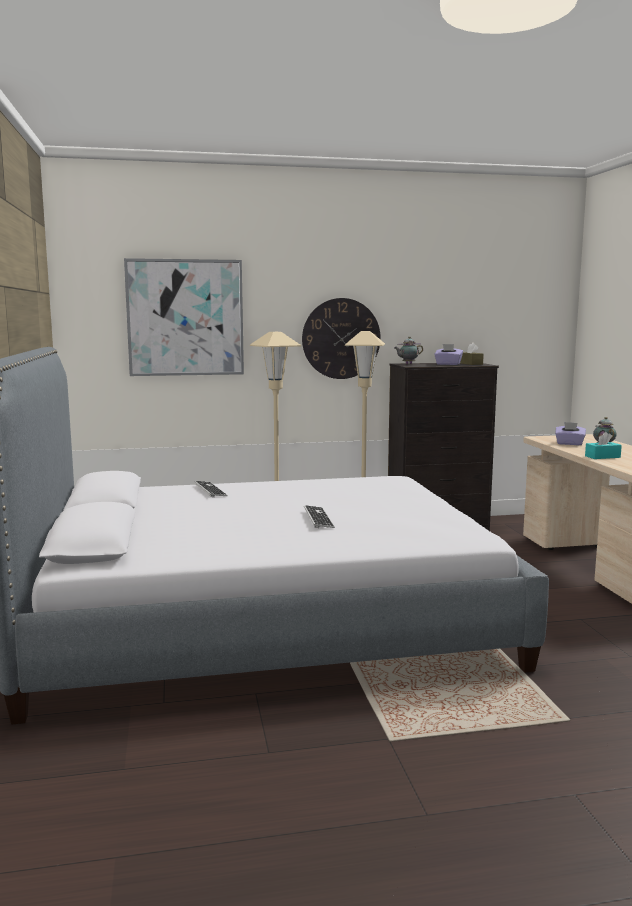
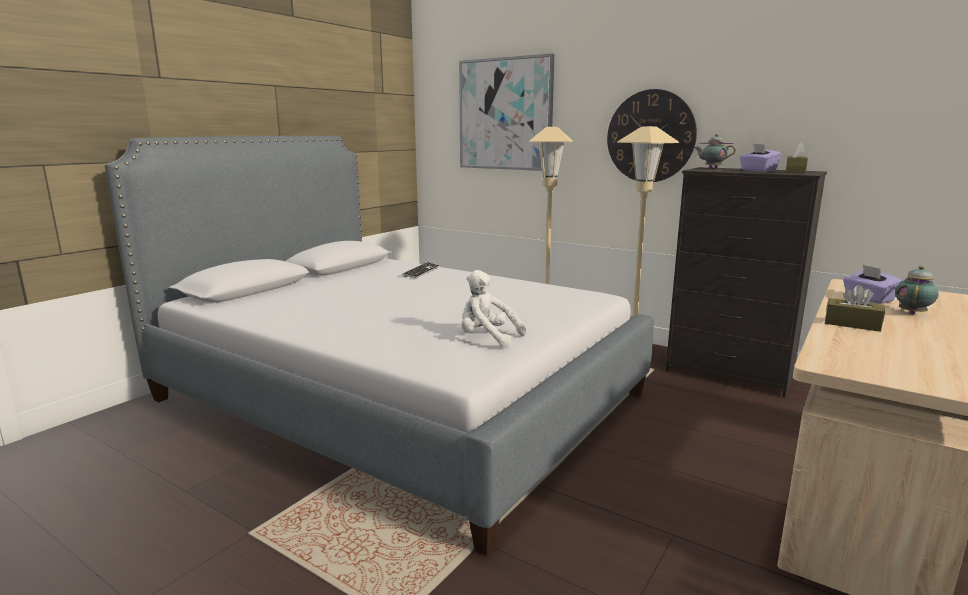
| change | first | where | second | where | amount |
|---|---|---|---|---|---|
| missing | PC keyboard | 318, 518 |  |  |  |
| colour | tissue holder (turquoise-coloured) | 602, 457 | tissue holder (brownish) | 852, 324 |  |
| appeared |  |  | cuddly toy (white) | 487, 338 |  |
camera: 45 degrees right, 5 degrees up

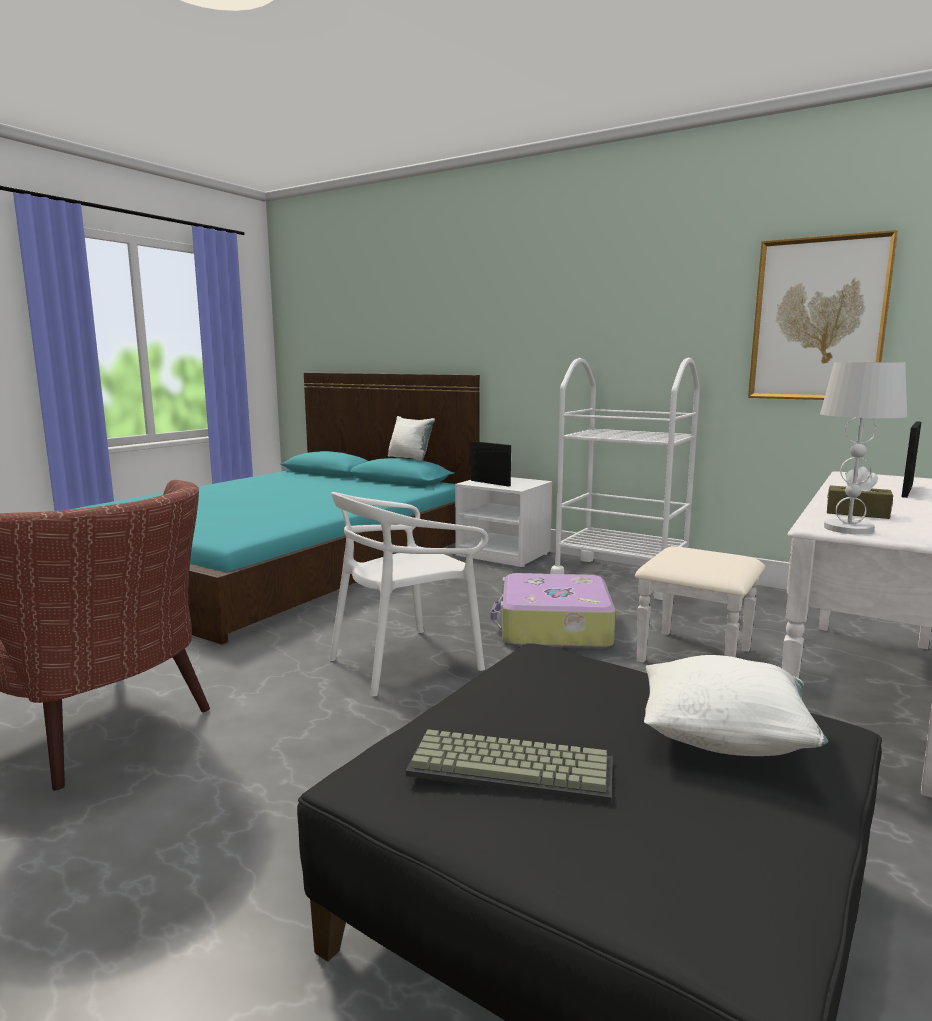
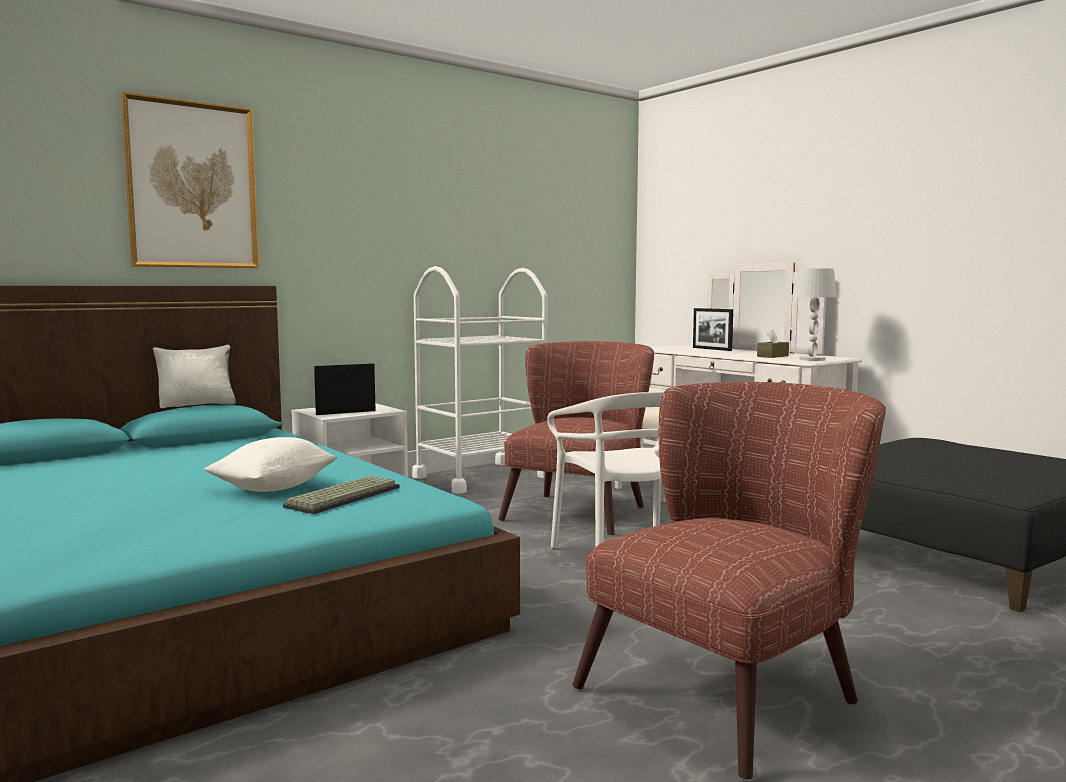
| change | first | where | second | where | amount |
|---|---|---|---|---|---|
| relocated | PC keyboard | 513, 767 |  | 343, 496 |  |
| exchanged | suitcase | 553, 628 | easy chair (brownish) | 581, 510 |  |
| relocated | throw pillow (white) | 724, 739 |  | 273, 488 |  |
| relocated | wall art | 818, 319 |  | 192, 185 |  |
camera: 70 degrees left, 5 degrees down

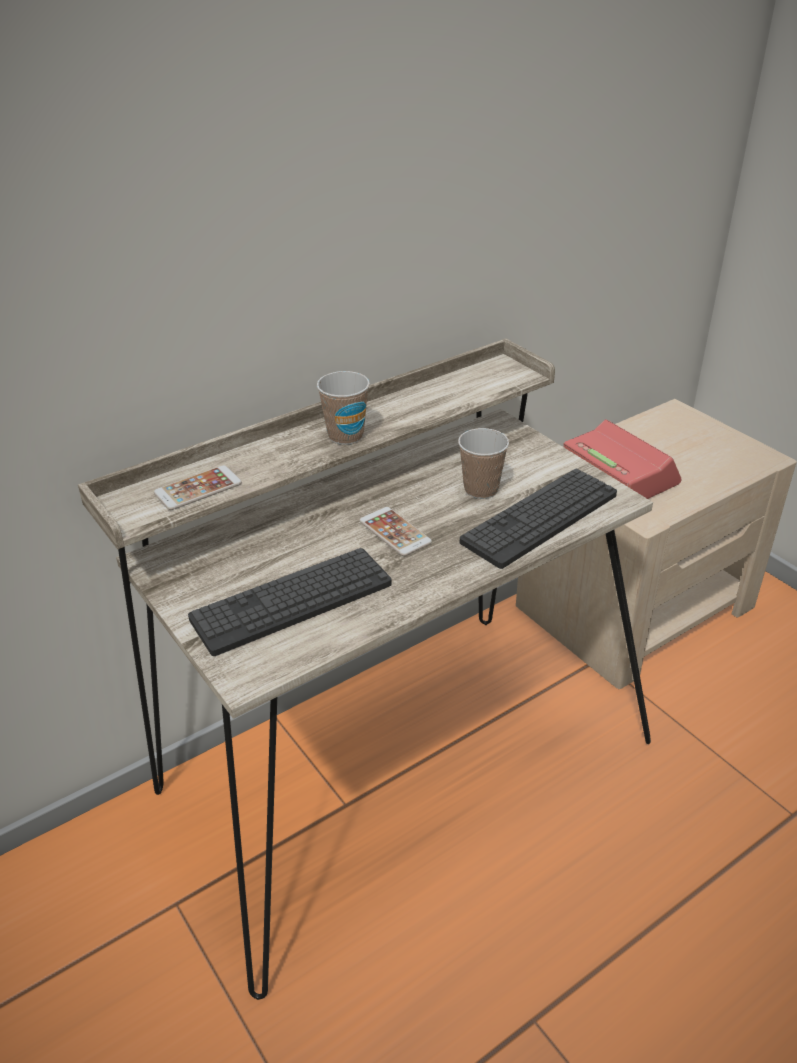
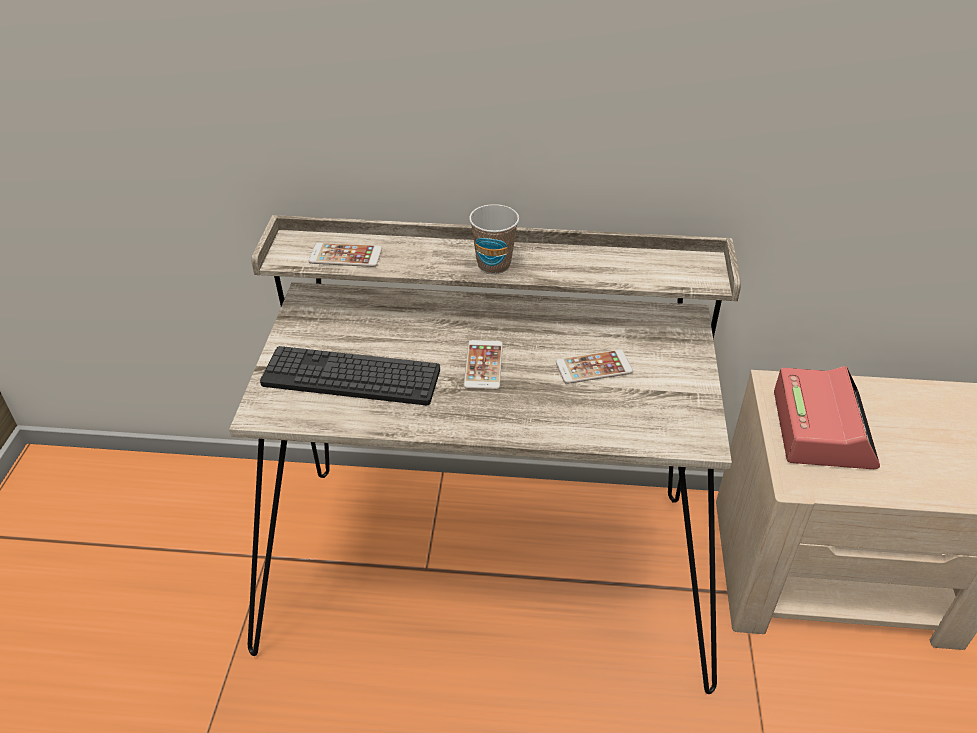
| change | first | where | second | where | amount |
|---|---|---|---|---|---|
| exchanged | small cup | 481, 489 | telephone | 593, 367 |  |
| missing | PC keyboard | 540, 518 |  |  |  |
camera: 40 degrees right, 5 degrees up

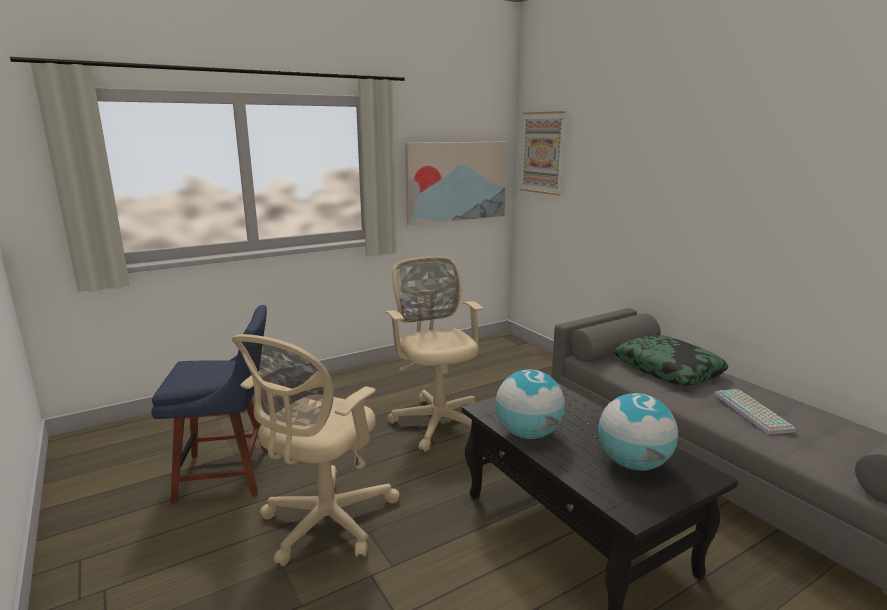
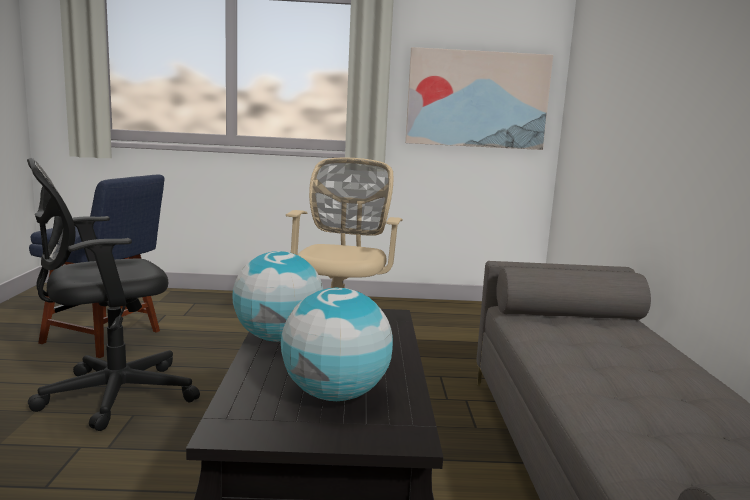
| change | first | where | second | where | amount |
|---|---|---|---|---|---|
| colour | desk chair (sand-coloured) | 324, 524 | desk chair (blackish) | 110, 396 |  |
| missing | wall art | 542, 153 |  |  |  |
| missing | throw pillow | 668, 369 |  |  |  |
| missing | PC keyboard | 754, 412 |  |  |  |
camera: 30 degrees right, 5 degrees down

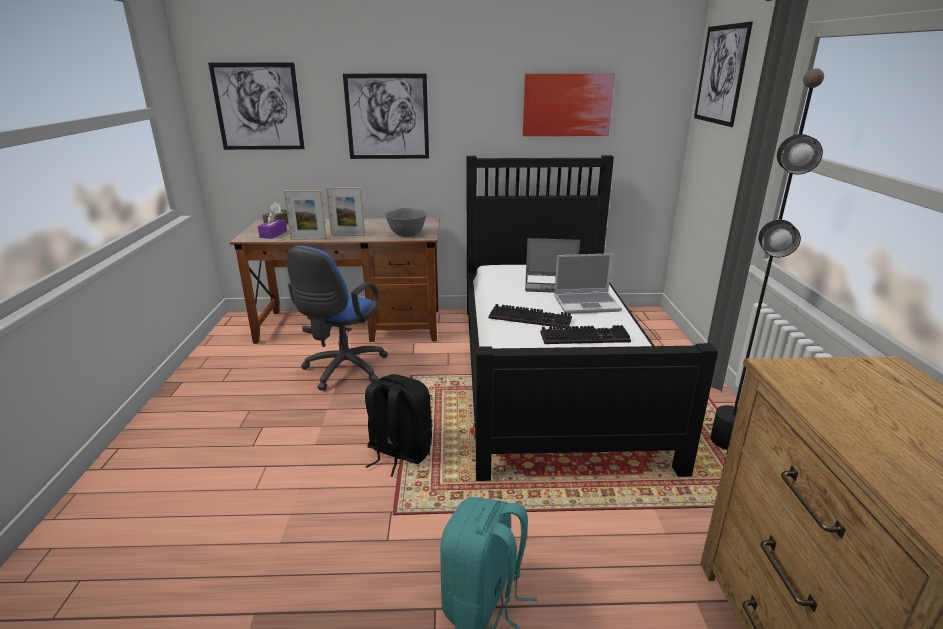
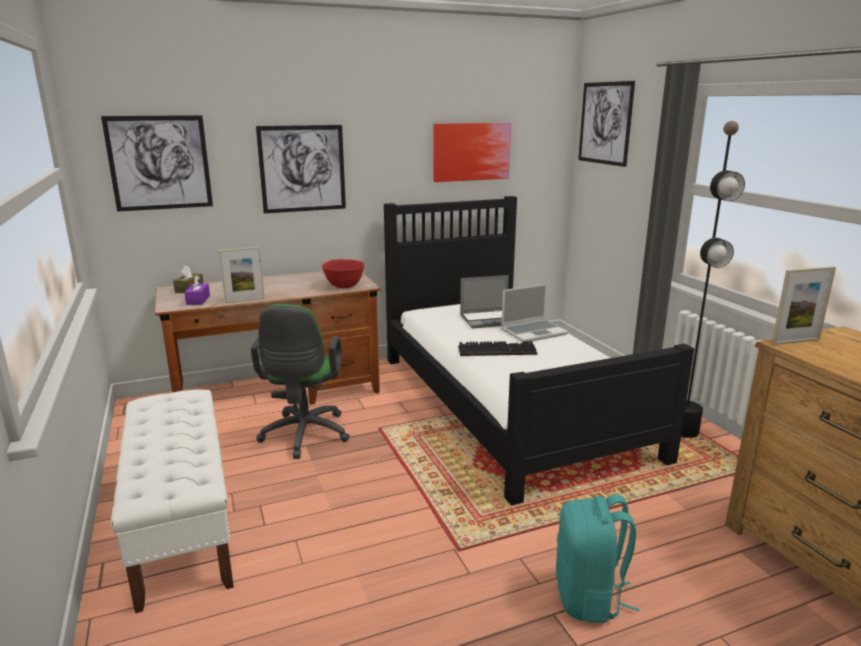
| change | first | where | second | where | amount |
|---|---|---|---|---|---|
| colour | desk chair (blue-coloured) | 342, 371 | desk chair (greenish) | 304, 436 |  |
| relocated | picture frame | 348, 235 |  | 795, 341 |  |
| missing | knapsack (blackish) | 398, 453 |  |  |  |
| colour | deep dish (gray) | 406, 234 | deep dish (red) | 344, 286 |  |
| missing | PC keyboard | 585, 336 |  |  |  |
| appeared |  |  | bench (white) | 182, 524 |  |
camera: 20 degrees left, 5 degrees down

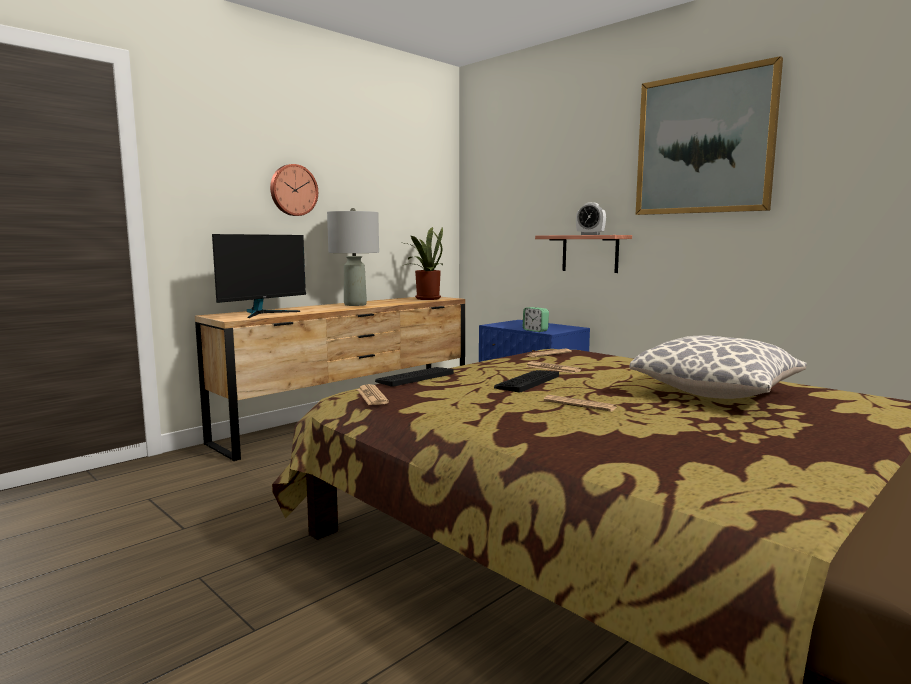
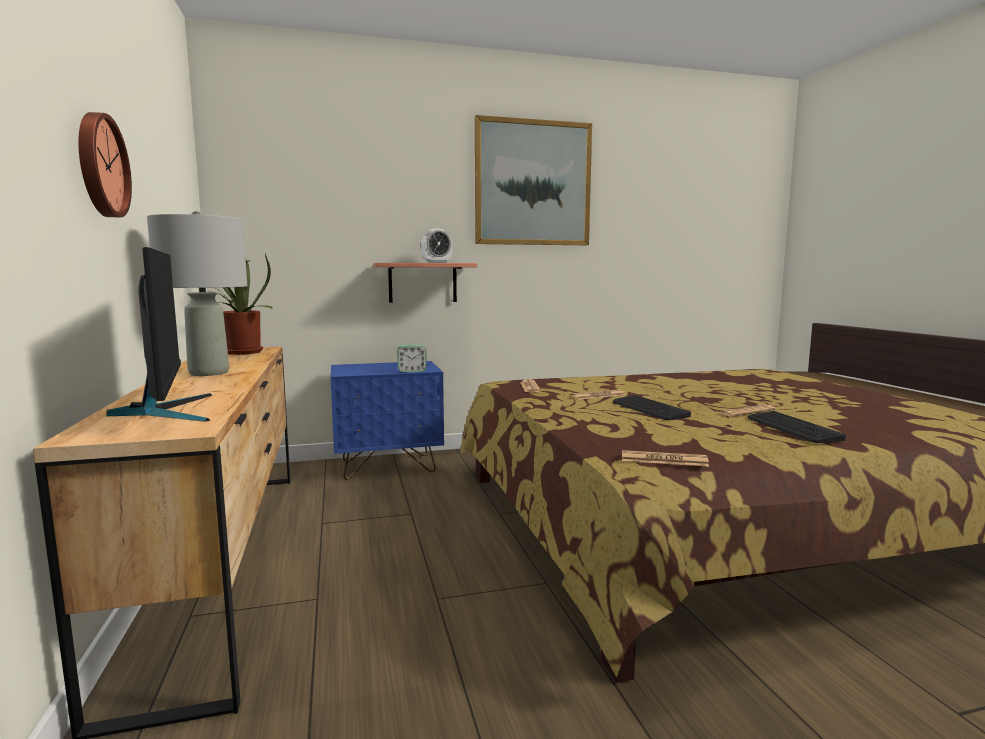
| change | first | where | second | where | amount |
|---|---|---|---|---|---|
| relocated | PC keyboard | 415, 377 |  | 792, 428 |  |
| missing | throw pillow | 716, 393 |  |  |  |
camera: 60 degrees left, 0 degrees up

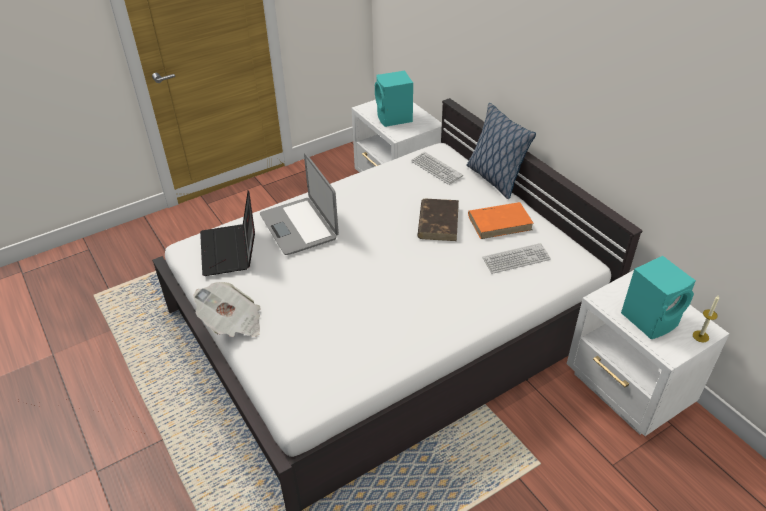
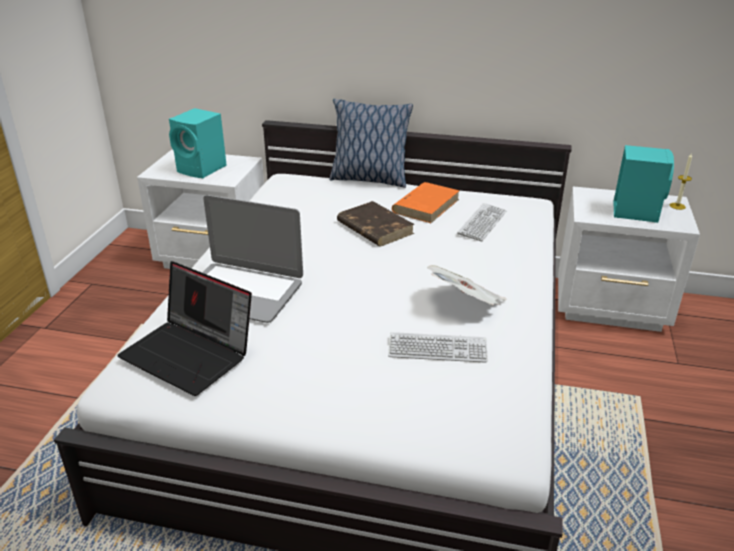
| change | first | where | second | where | amount |
|---|---|---|---|---|---|
| relocated | newspaper | 232, 323 |  | 466, 304 |  |
| relocated | PC keyboard | 436, 169 |  | 437, 349 |  |
camera: 45 degrees left, 10 degrees down

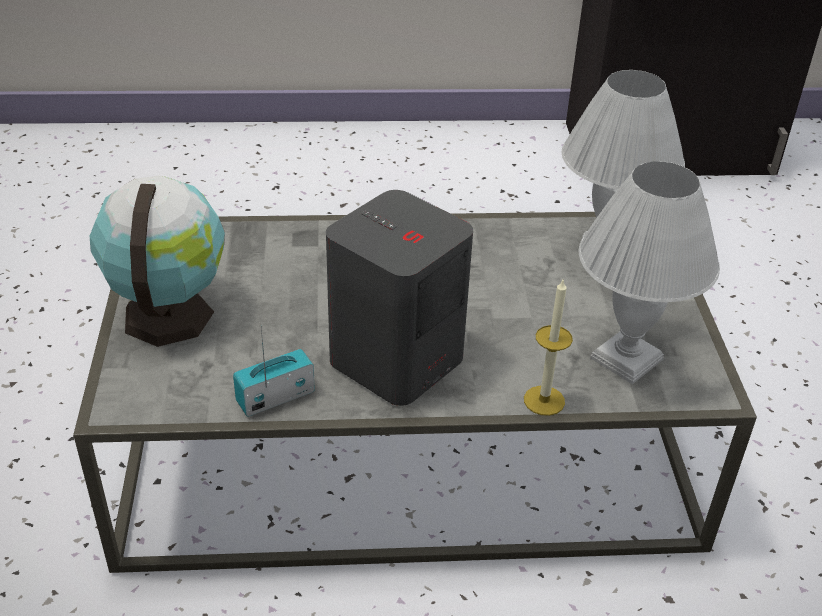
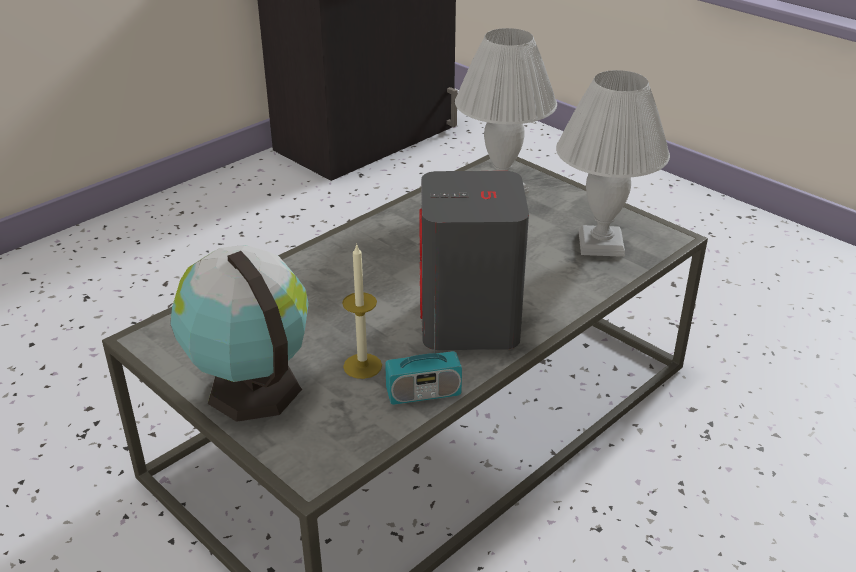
| change | first | where | second | where | amount |
|---|---|---|---|---|---|
| spun | radio receiver | 275, 397 |  | 423, 393 | 120 degrees counterclockwise |
| relocated | candle | 544, 400 |  | 362, 366 |  |
camera: 40 degrees left, 5 degrees down

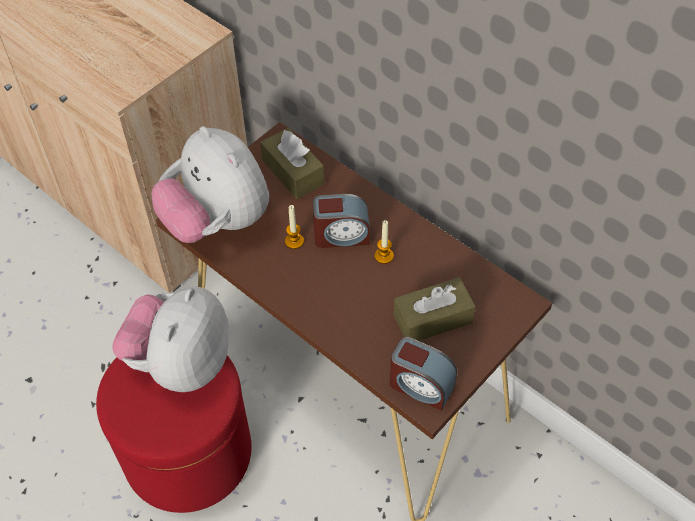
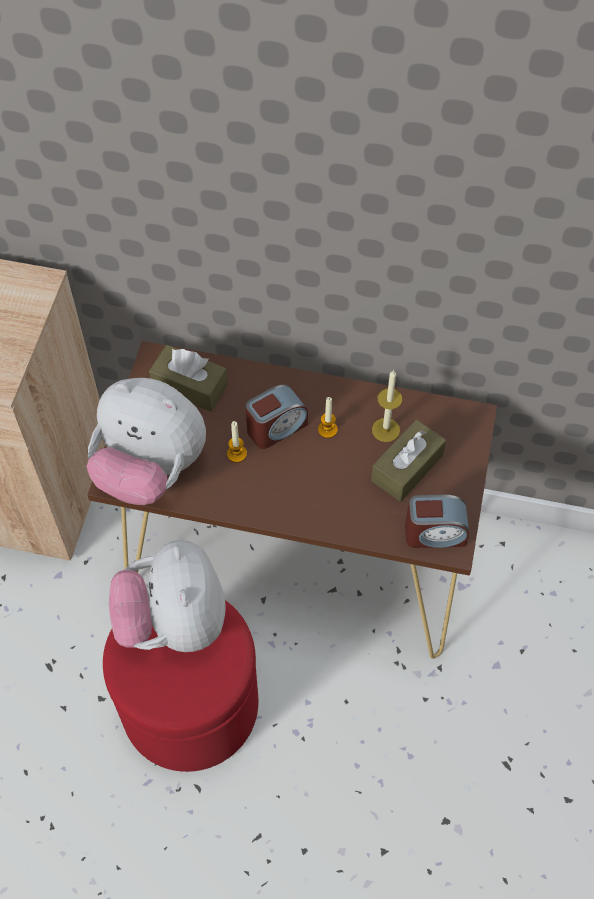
| change | first | where | second | where | amount |
|---|---|---|---|---|---|
| appeared |  |  | candle | 386, 430 |  |
camera: 30 degrees left, 5 degrees up

